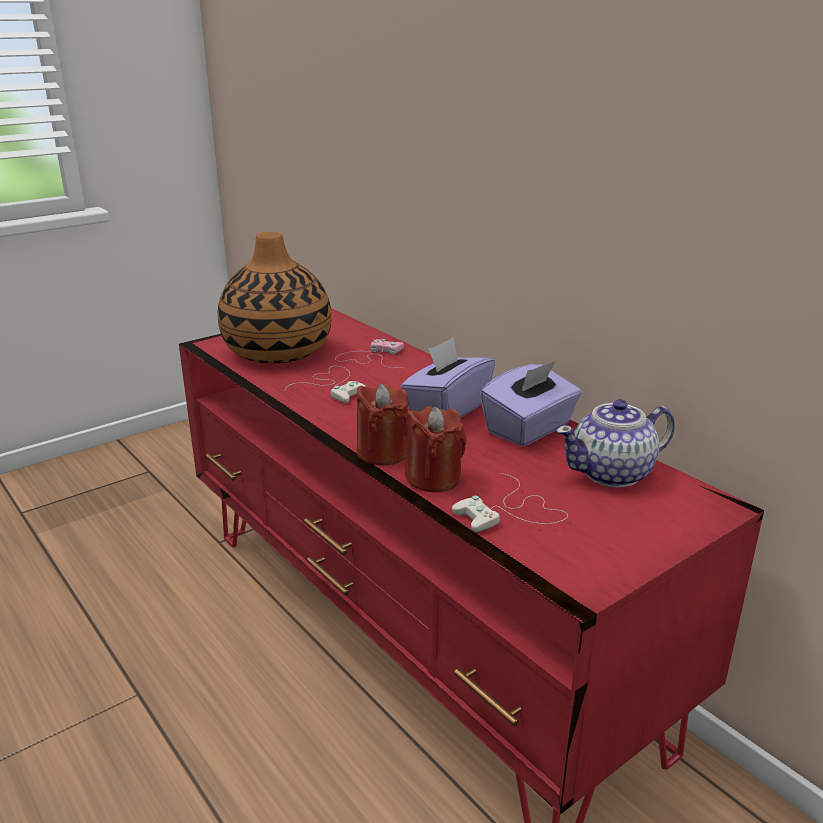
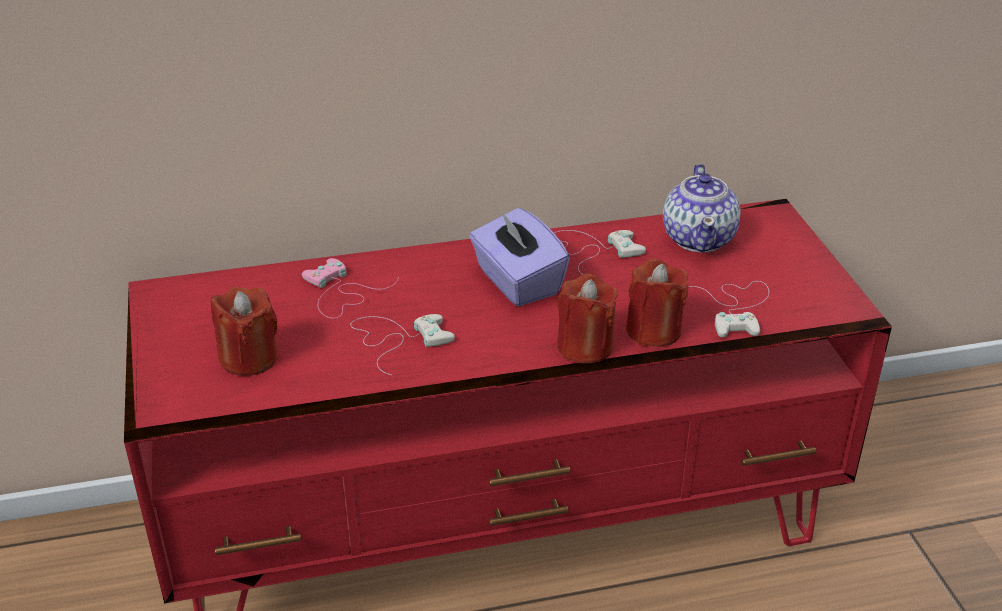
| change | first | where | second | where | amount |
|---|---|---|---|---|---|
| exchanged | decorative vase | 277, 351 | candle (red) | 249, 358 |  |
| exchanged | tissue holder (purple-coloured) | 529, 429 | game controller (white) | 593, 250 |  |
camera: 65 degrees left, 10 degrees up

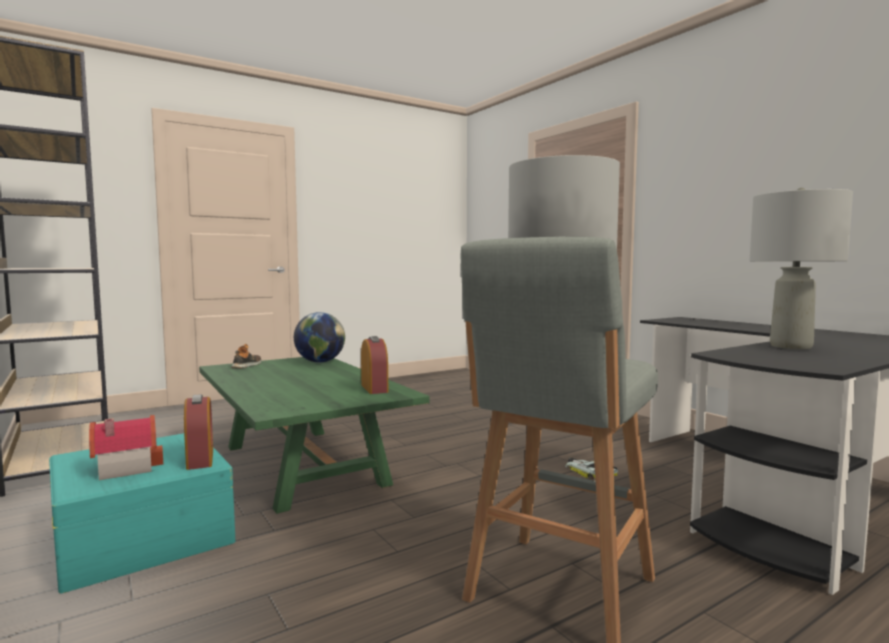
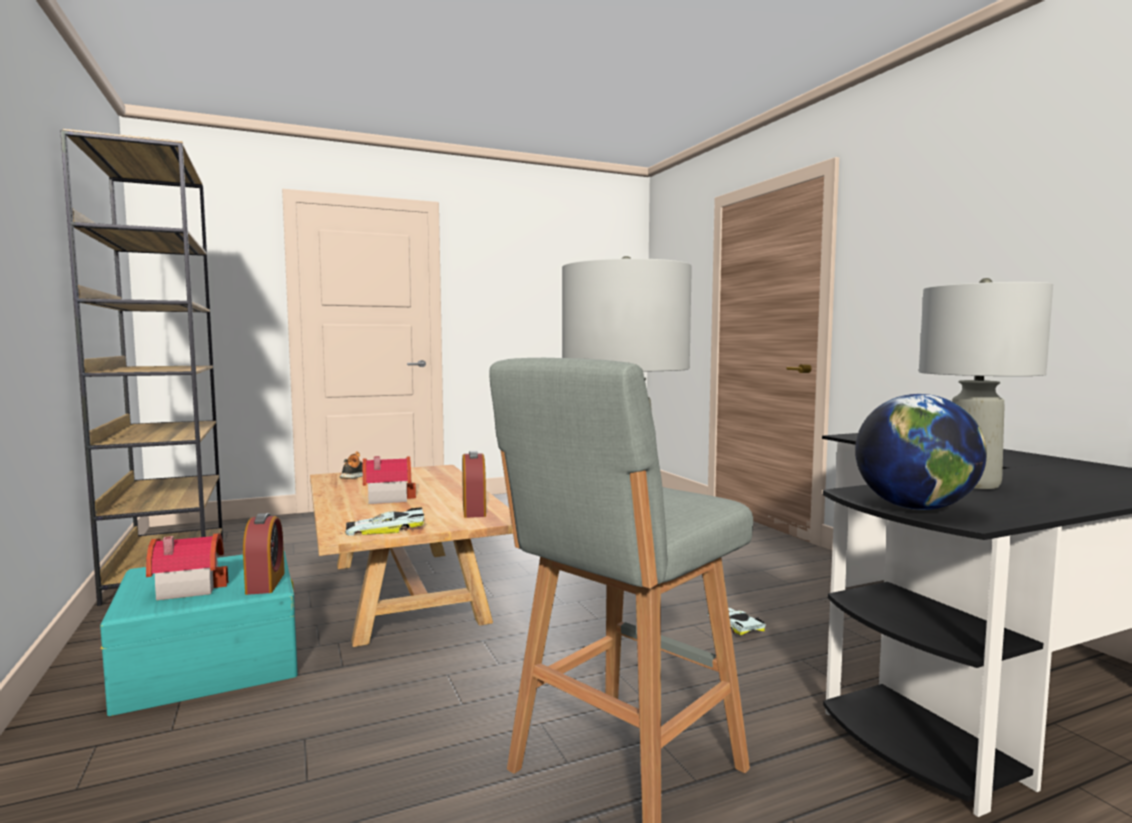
| change | first | where | second | where | amount |
|---|---|---|---|---|---|
| colour | low table (greenish) | 302, 465 | low table (sand-coloured) | 405, 591 |  |
| relocated | desk globe | 320, 362 |  | 915, 508 |  |
| appeared |  |  | toy car | 385, 529 |  |
| appeared |  |  | toy house | 386, 498 |  |
camera: 10 degrees right, 0 degrees up

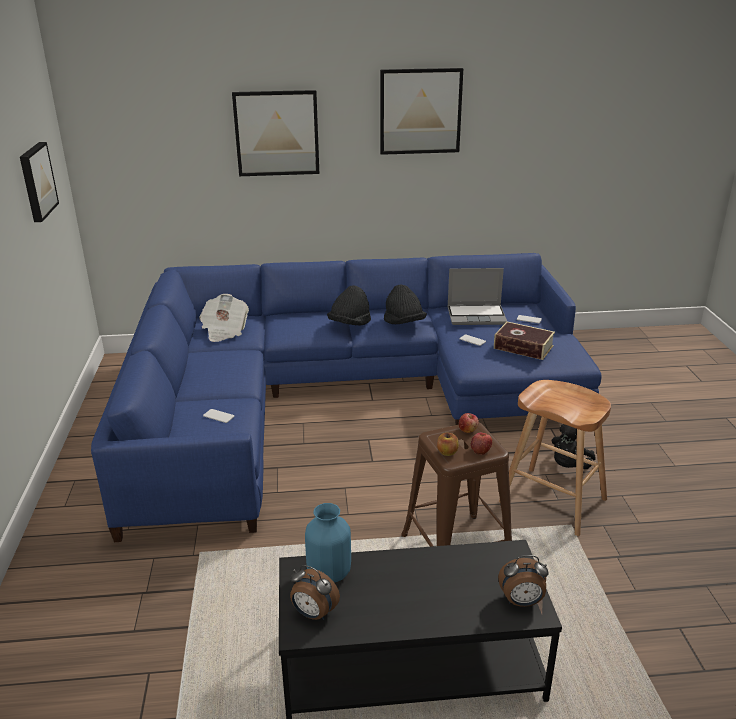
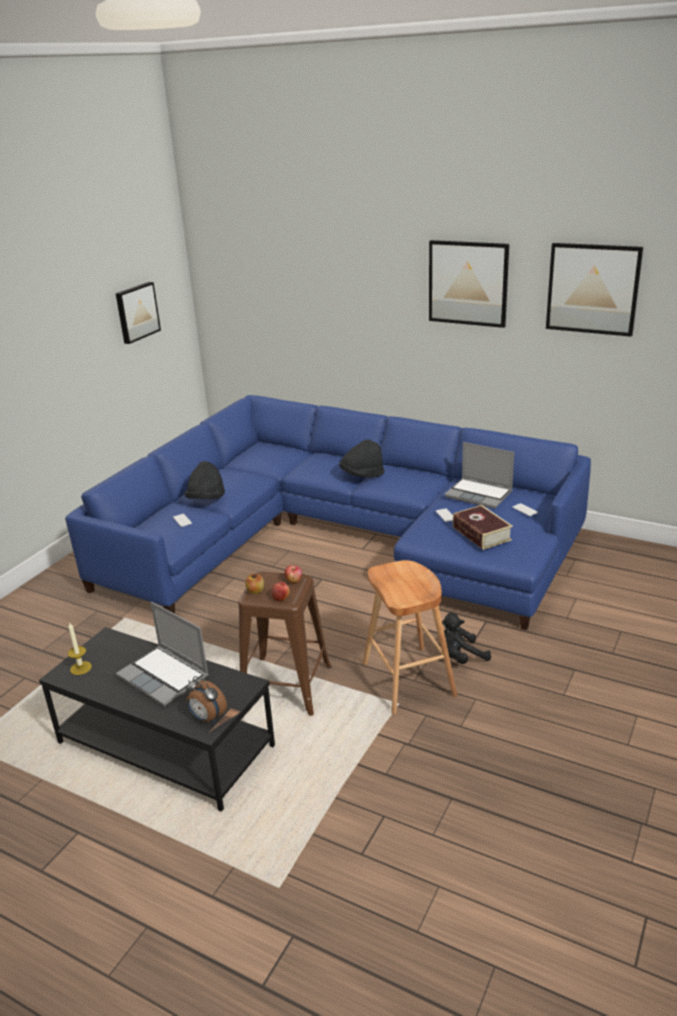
| change | first | where | second | where | amount |
|---|---|---|---|---|---|
| missing | newspaper | 224, 330 |  |  |  |
| relocated | wall art | 277, 133 |  | 592, 289 |  |
| exchanged | table clock | 313, 614 | candle | 81, 668 |  |
| missing | decorative vase (blue-coloured) | 328, 573 |  |  |  |
| relocated | clothing hat (blackish) | 403, 323 |  | 206, 499 |  |
| appeared |  |  | laptop | 165, 676 |  |
camera: 35 degrees right, 0 degrees up

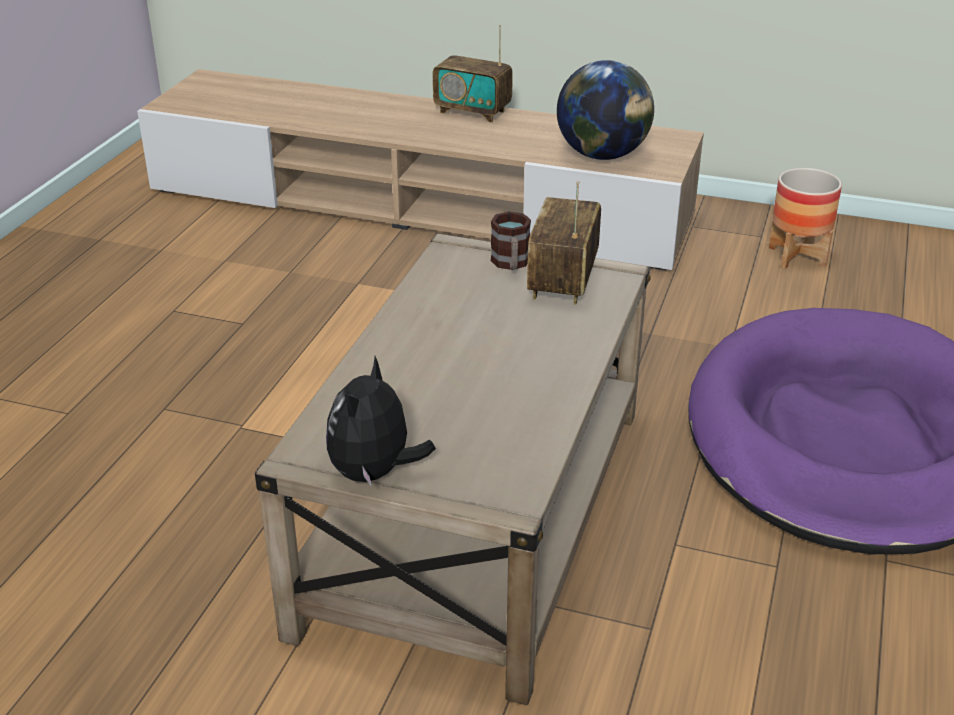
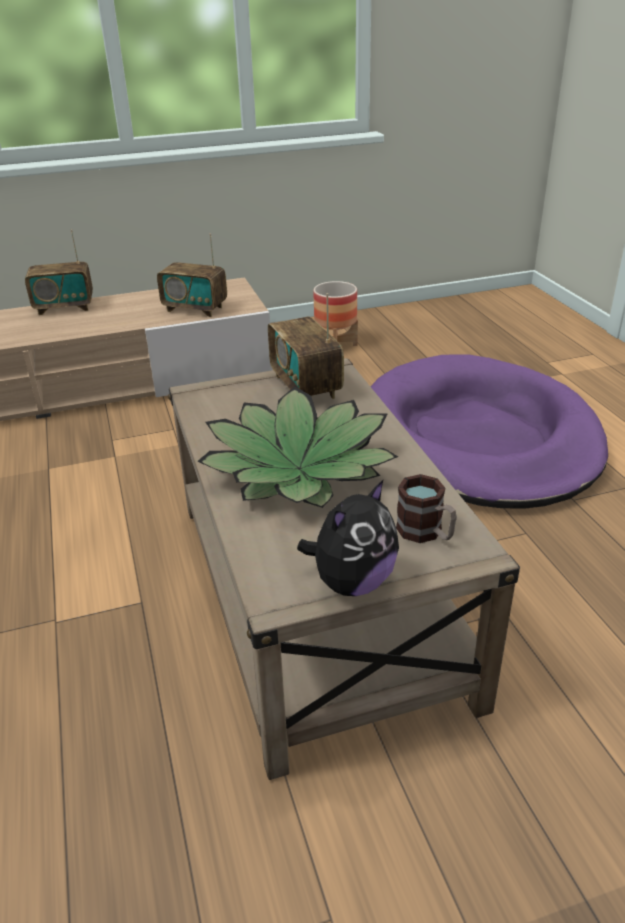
| change | first | where | second | where | amount |
|---|---|---|---|---|---|
| spun | cuddly toy | 374, 473 |  | 352, 582 | 120 degrees counterclockwise |
| relocated | tea mug | 511, 264 |  | 426, 533 |  |
| exchanged | desk globe | 602, 155 | radio receiver | 195, 309 |  |
| appeared |  |  | potted plant | 298, 468 |  |
camera: 35 degrees left, 0 degrees up

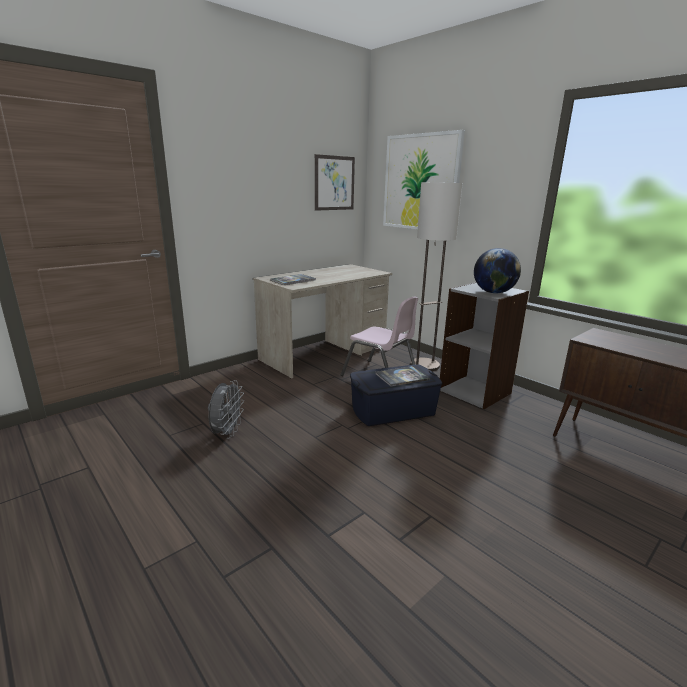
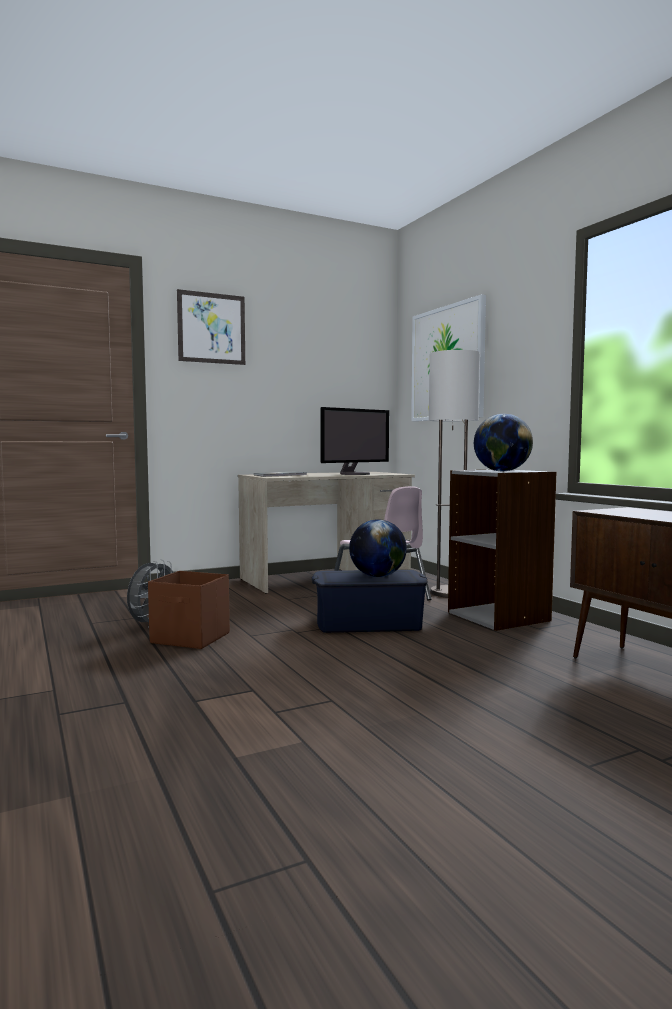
| change | first | where | second | where | amount |
|---|---|---|---|---|---|
| relocated | wall art | 334, 183 |  | 211, 328 |  |
| exchanged | book | 401, 377 | desk globe | 377, 576 |  |
| appeared |  |  | storage container (brownish) | 191, 638 |  |
| appeared |  |  | monitor | 355, 474 |  |
camera: 15 degrees right, 15 degrees down

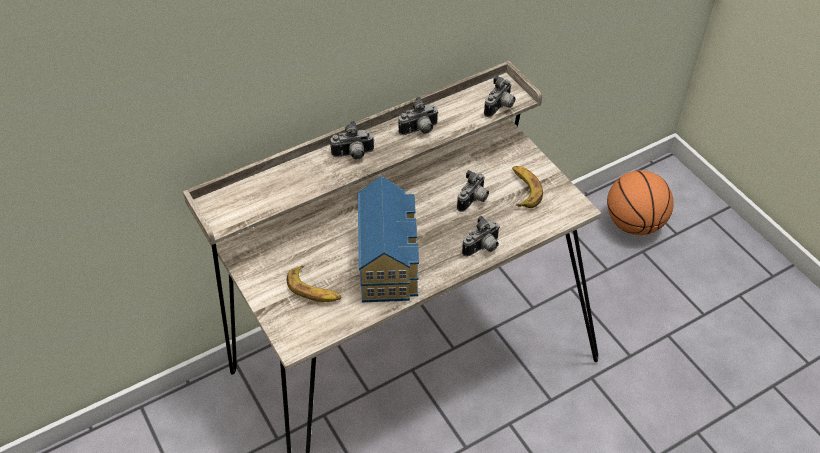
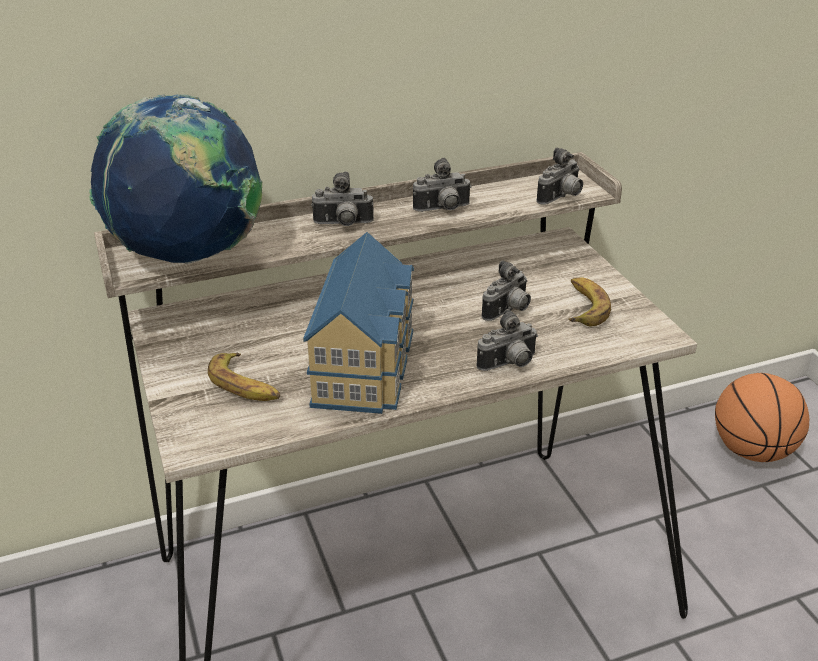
| change | first | where | second | where | amount |
|---|---|---|---|---|---|
| appeared |  |  | desk globe | 190, 256 |  |
camera: 10 degrees right, 15 degrees down

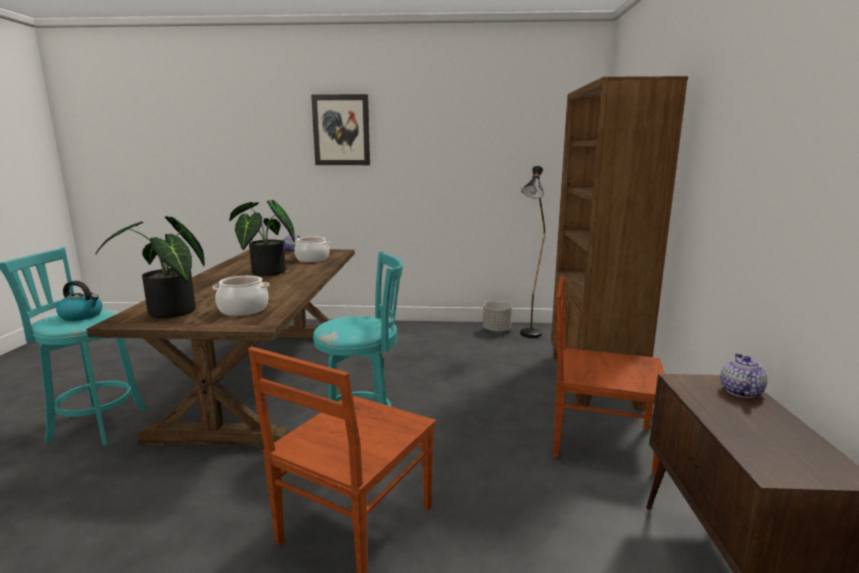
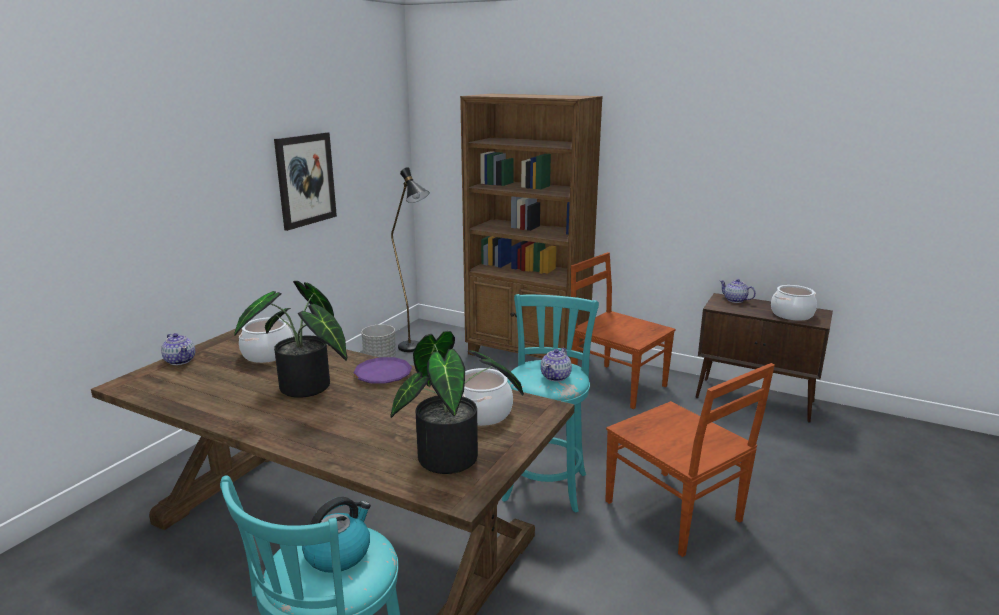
| change | first | where | second | where | amount |
|---|---|---|---|---|---|
| relocated | wall art | 341, 130 |  | 305, 180 |  |
| spun | upright chair (brownish) | 599, 441 |  | 616, 385 | 90 degrees clockwise |
| appeared |  |  | flat dish (purple-coloured) | 383, 374 |  |
| appeared |  |  | pot for tea | 556, 377 |  |
| appeared |  |  | stockpot | 791, 314 |  |
camera: 65 degrees left, 5 degrees up

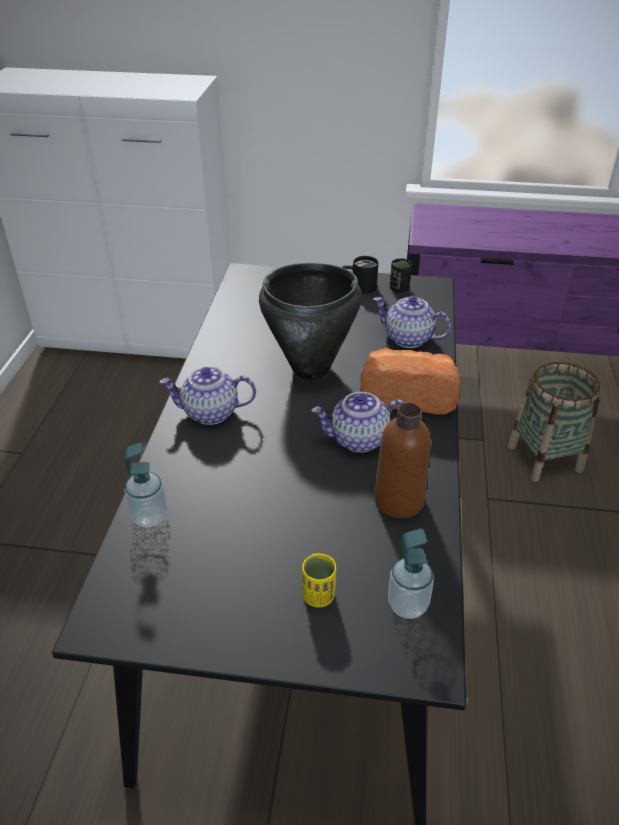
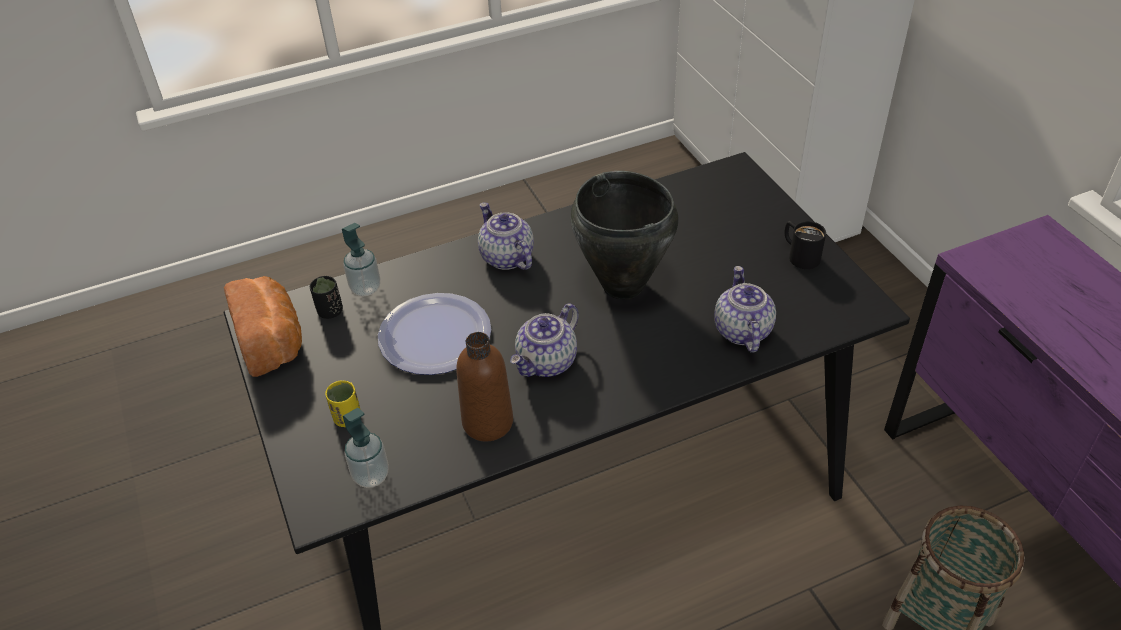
| change | first | where | second | where | amount |
|---|---|---|---|---|---|
| spun | pot for tea | 358, 440 |  | 547, 362 | 105 degrees counterclockwise |
| relocated | bread | 408, 396 |  | 272, 341 |  |
| relocated | small cup (blackish) | 399, 289 |  | 330, 311 |  |
| appeared |  |  | flat dish | 435, 335 |  |
camera: 60 degrees right, 5 degrees up

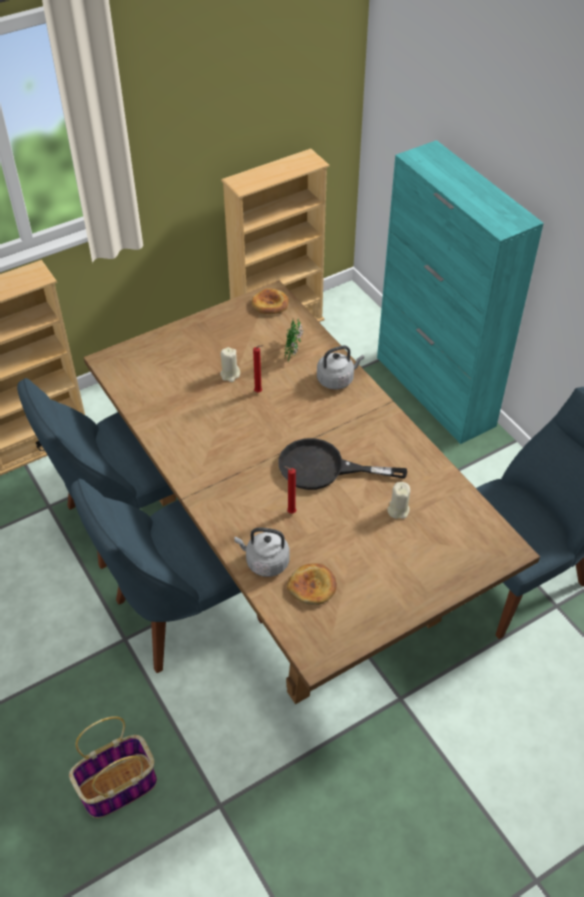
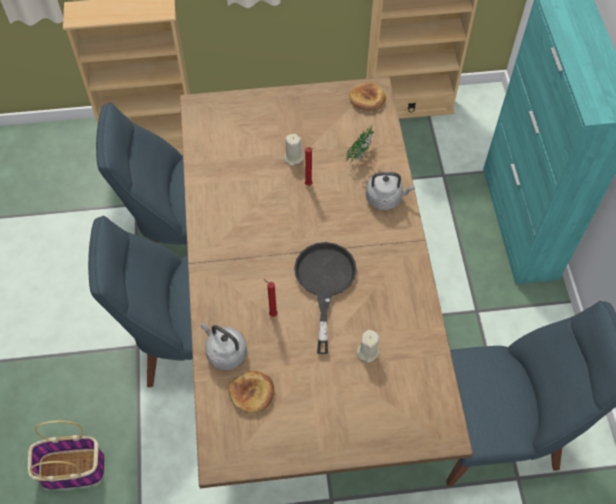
| change | first | where | second | where | amount |
|---|---|---|---|---|---|
| spun | frying pan (blackish) | 323, 468 |  | 324, 283 | 60 degrees clockwise |
camera: 25 degrees right, 10 degrees up

